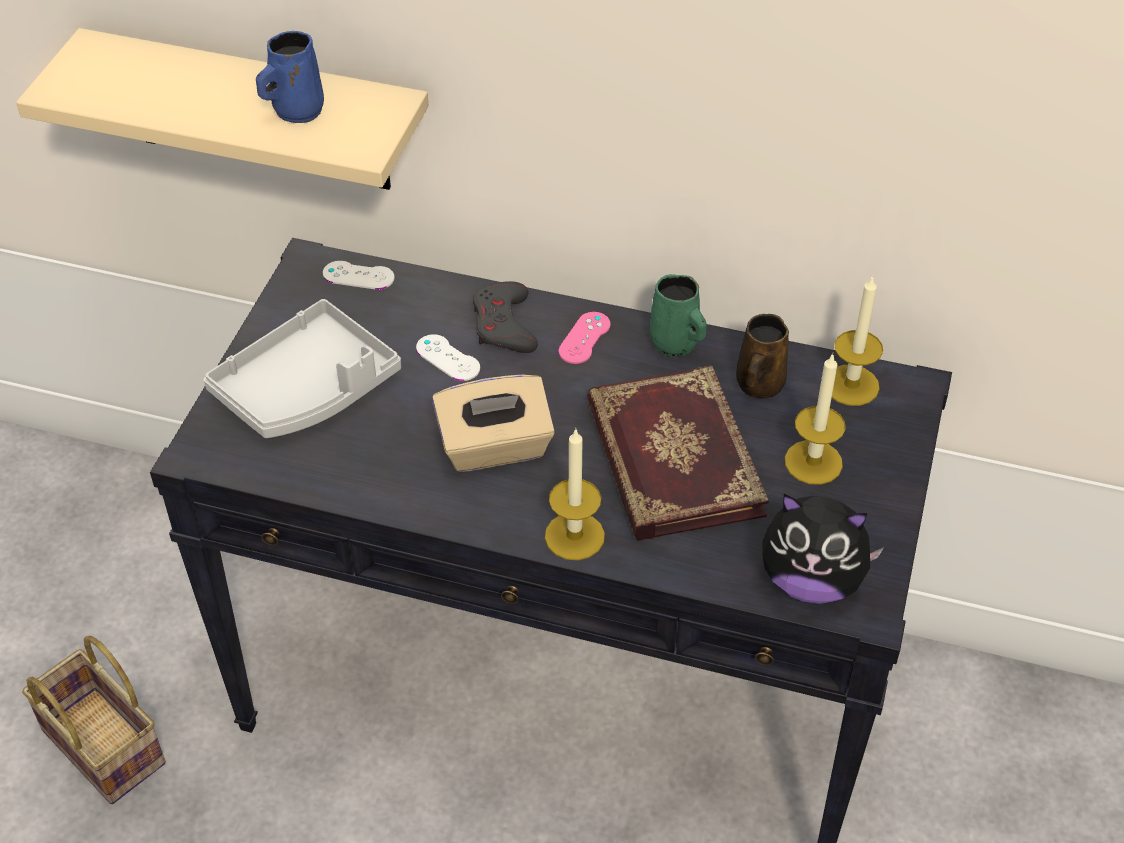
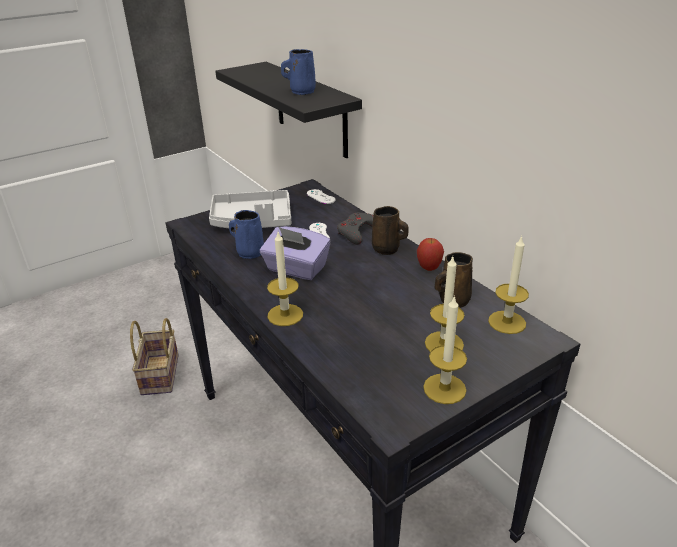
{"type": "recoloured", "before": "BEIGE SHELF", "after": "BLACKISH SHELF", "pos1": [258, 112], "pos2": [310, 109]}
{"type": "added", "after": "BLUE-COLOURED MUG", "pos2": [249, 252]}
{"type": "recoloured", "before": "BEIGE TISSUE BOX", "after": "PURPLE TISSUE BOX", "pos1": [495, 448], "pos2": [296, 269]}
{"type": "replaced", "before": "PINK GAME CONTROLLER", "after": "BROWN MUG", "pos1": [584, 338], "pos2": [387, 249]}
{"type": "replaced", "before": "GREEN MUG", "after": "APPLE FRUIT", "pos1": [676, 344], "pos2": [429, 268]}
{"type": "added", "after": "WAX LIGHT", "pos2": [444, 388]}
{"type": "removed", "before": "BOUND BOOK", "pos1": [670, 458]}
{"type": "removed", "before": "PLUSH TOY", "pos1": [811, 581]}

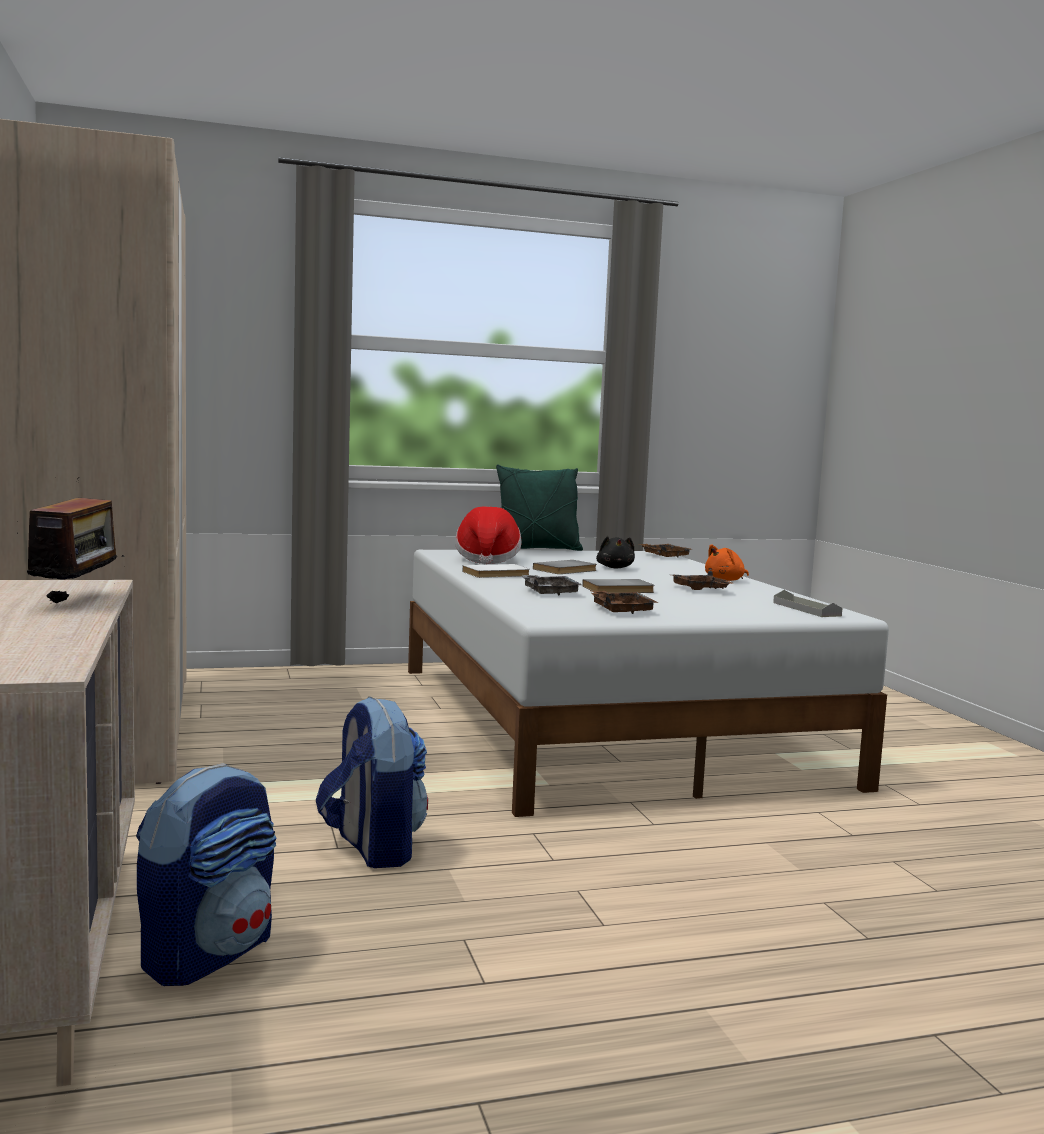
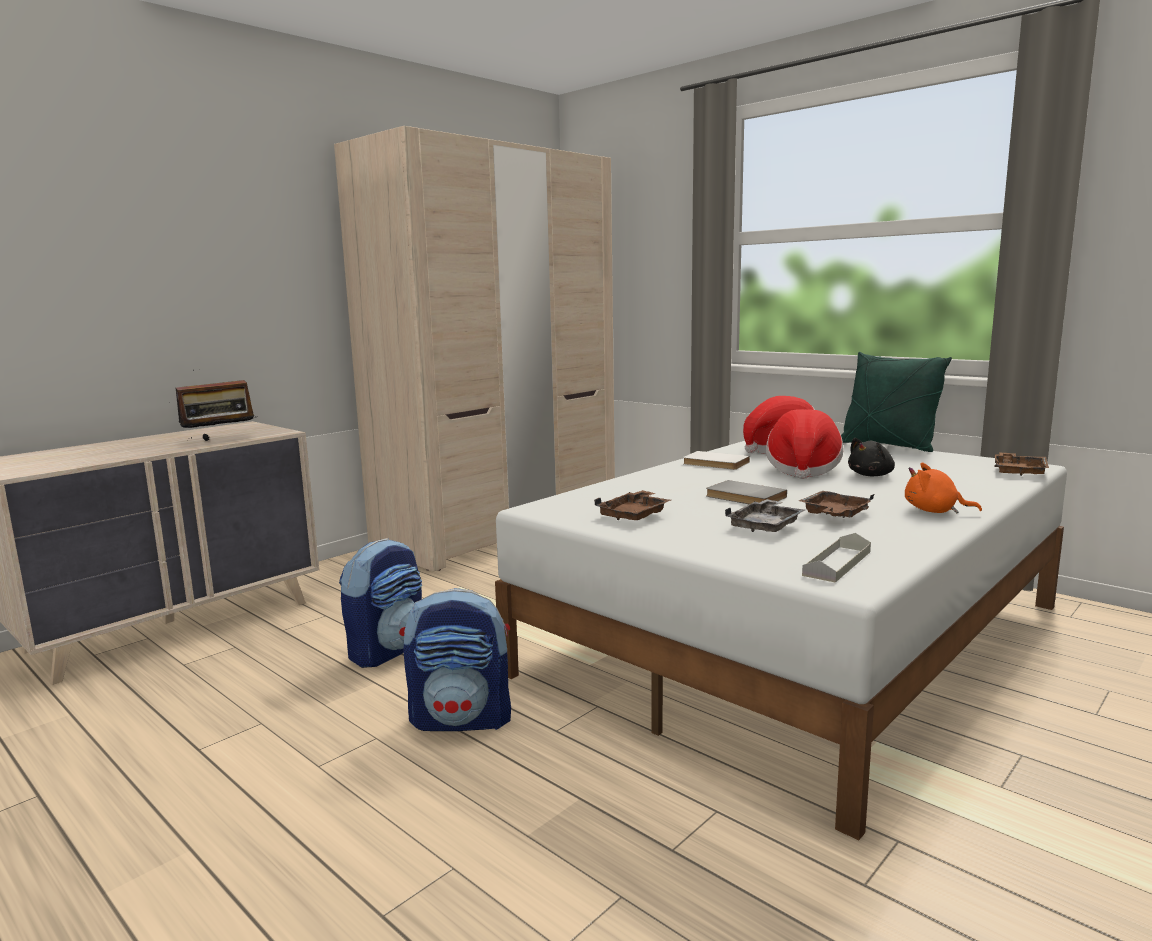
{"type": "moved", "before": "BACKPACK", "pos1": [208, 953], "pos2": [463, 719]}
{"type": "moved", "before": "GRAY TRAY", "pos1": [549, 592], "pos2": [766, 526]}
{"type": "replaced", "before": "GRAY BOUND BOOK", "after": "HAT", "pos1": [566, 570], "pos2": [802, 470]}

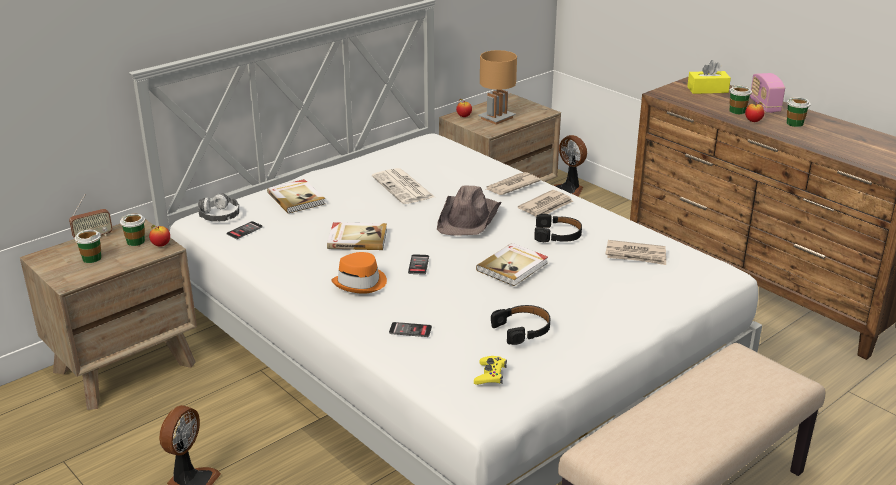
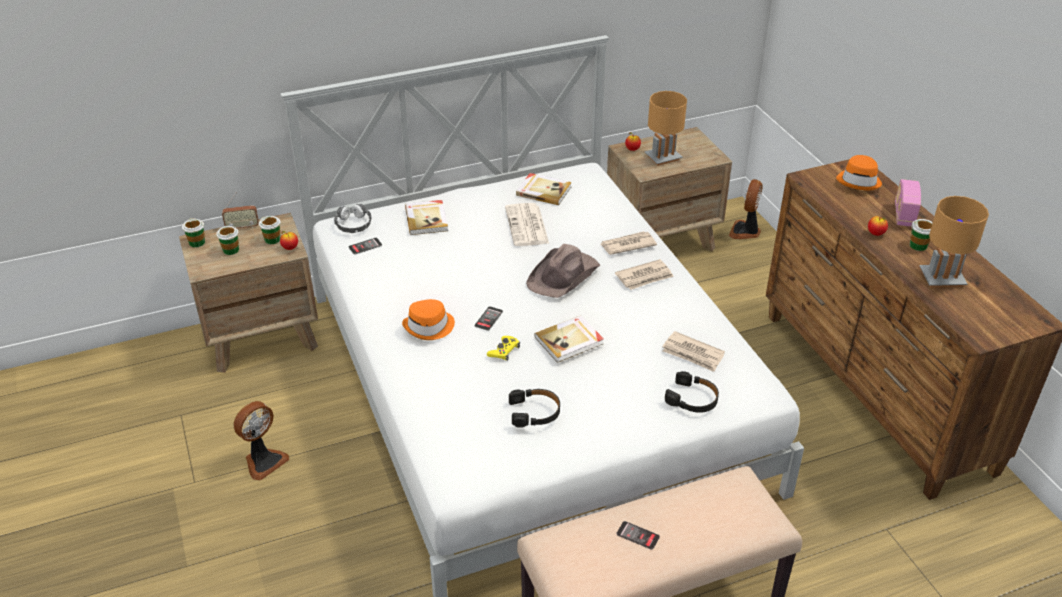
{"type": "moved", "before": "CUP", "pos1": [737, 111], "pos2": [197, 243]}
{"type": "moved", "before": "YELLOW-COLOURED GAME CONTROLLER", "pos1": [490, 375], "pos2": [504, 351]}
{"type": "moved", "before": "BOUND BOOK", "pos1": [357, 238], "pos2": [543, 191]}
{"type": "moved", "before": "PHONE", "pos1": [410, 330], "pos2": [638, 535]}
{"type": "moved", "before": "BLACKISH HEADSET", "pos1": [558, 235], "pos2": [692, 399]}
{"type": "turned", "before": "ELECTRIC FAN", "pos1": [569, 190], "pos2": [745, 231], "turn": 45}
{"type": "replaced", "before": "YELLOW-COLOURED TISSUE BOX", "after": "ORANGE-COLOURED HAT", "pos1": [707, 90], "pos2": [859, 181]}
{"type": "added", "after": "BROWN TABLE LAMP", "pos2": [942, 278]}

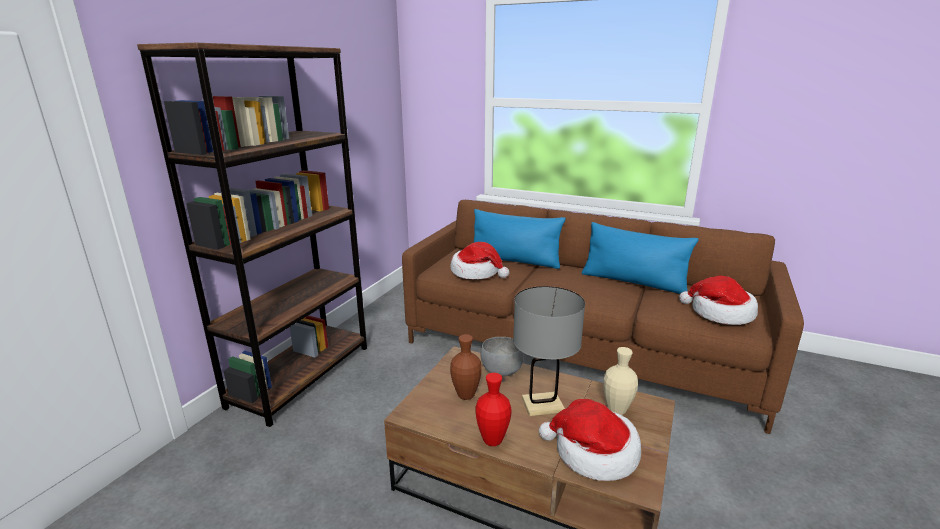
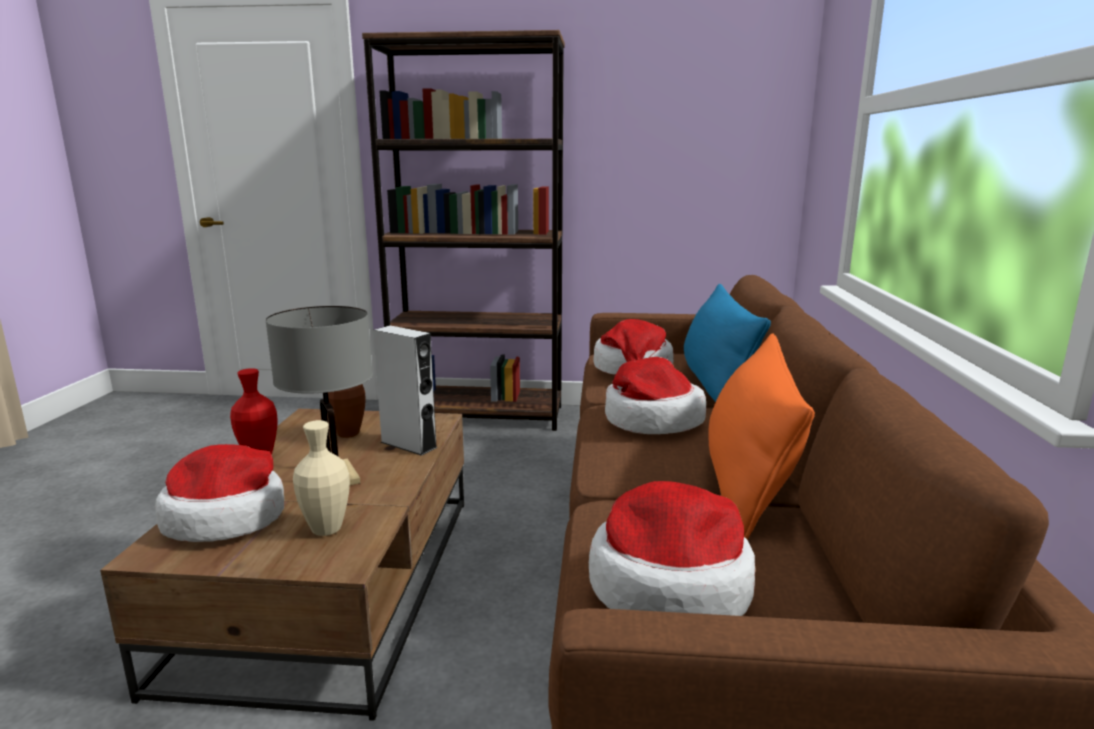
{"type": "replaced", "before": "GRAY SERVING BOWL", "after": "GRAY LOUDSPEAKER", "pos1": [500, 371], "pos2": [408, 445]}
{"type": "added", "after": "HAT", "pos2": [651, 420]}
{"type": "recoloured", "before": "BLUE-COLOURED CUSHION", "after": "ORANGE-COLOURED CUSHION", "pos1": [633, 282], "pos2": [749, 481]}

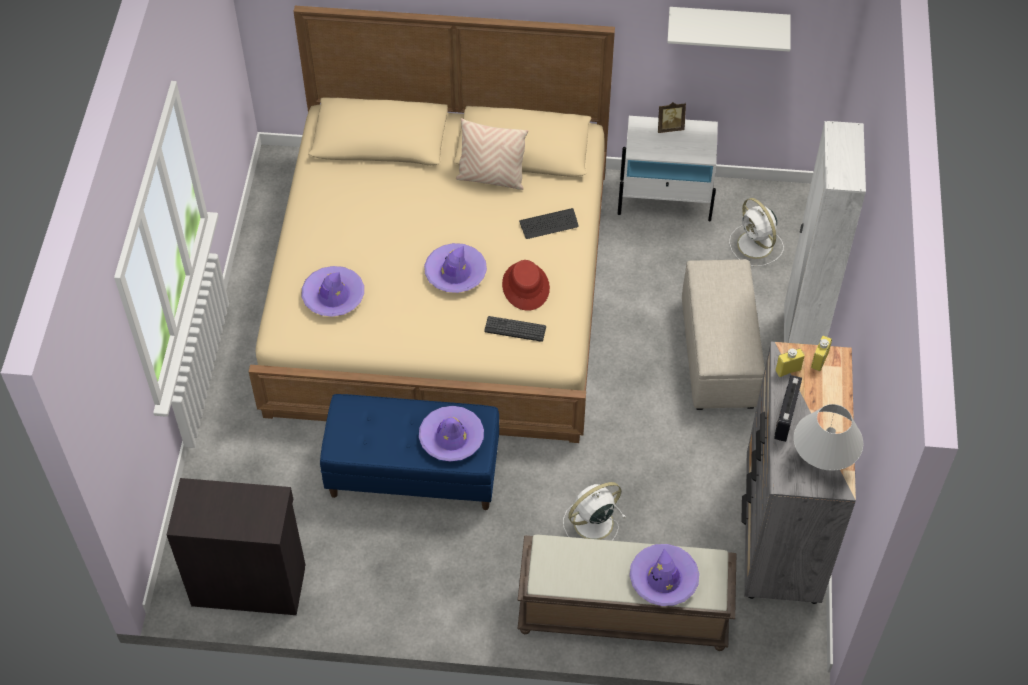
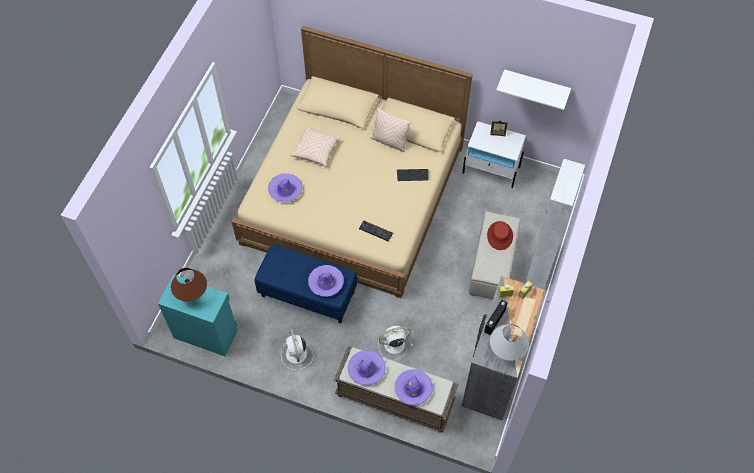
{"type": "recoloured", "before": "BLACKISH CUPBOARD", "after": "BLUE-GREEN CUPBOARD", "pos1": [248, 583], "pos2": [205, 333]}
{"type": "added", "after": "BROWN TABLE LAMP", "pos2": [192, 294]}
{"type": "moved", "before": "WHITE-COLOURED ELECTRIC FAN", "pos1": [756, 246], "pos2": [296, 355]}
{"type": "added", "after": "BEIGE CUSHION", "pos2": [315, 150]}
{"type": "moved", "before": "PURPLE HAT", "pos1": [455, 273], "pos2": [366, 369]}
{"type": "moved", "before": "RED-COLOURED HAT", "pos1": [526, 286], "pos2": [500, 236]}

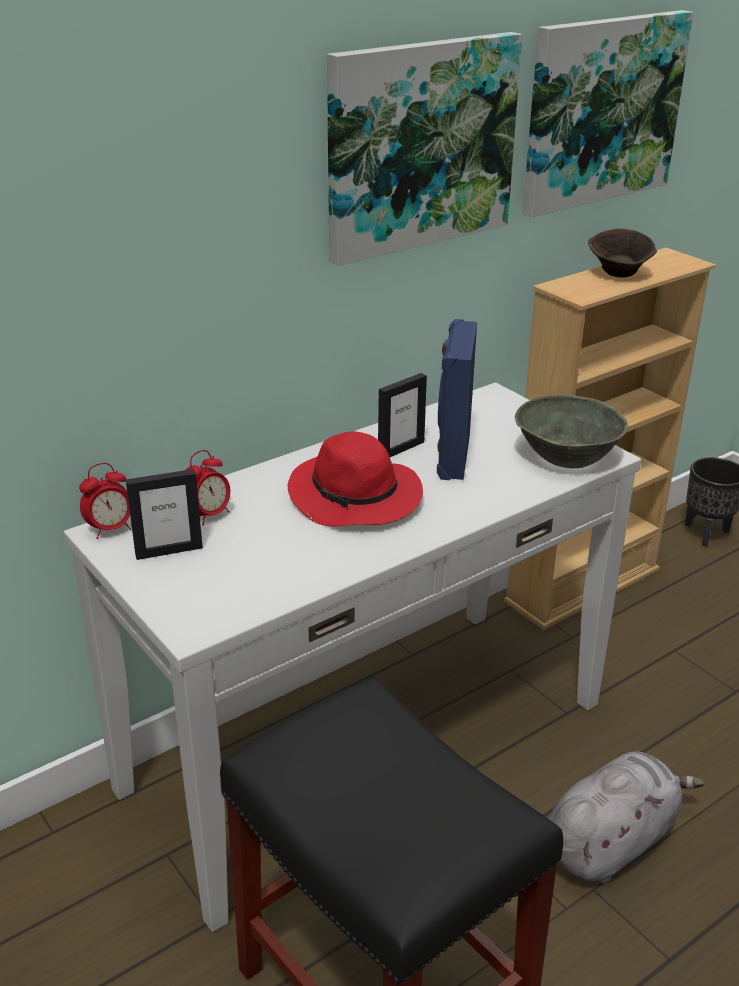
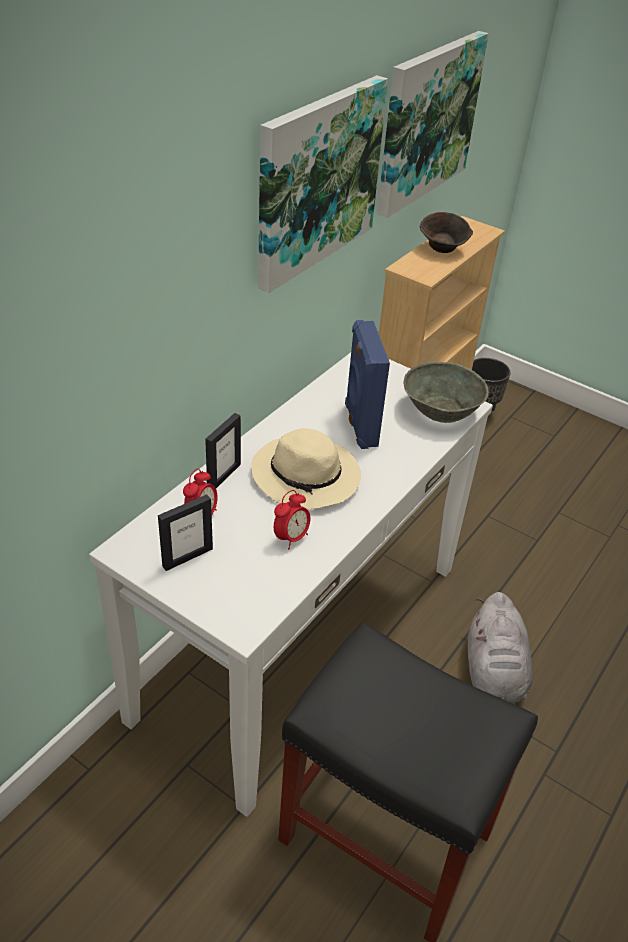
{"type": "moved", "before": "STANDING FRAME", "pos1": [400, 449], "pos2": [223, 476]}
{"type": "recoloured", "before": "RED-COLOURED HAT", "after": "BEIGE HAT", "pos1": [356, 498], "pos2": [307, 478]}
{"type": "moved", "before": "ALARM CLOCK", "pos1": [110, 529], "pos2": [291, 538]}
{"type": "turned", "before": "GRAY PLUSH TOY", "pos1": [611, 841], "pos2": [493, 675], "turn": 150}

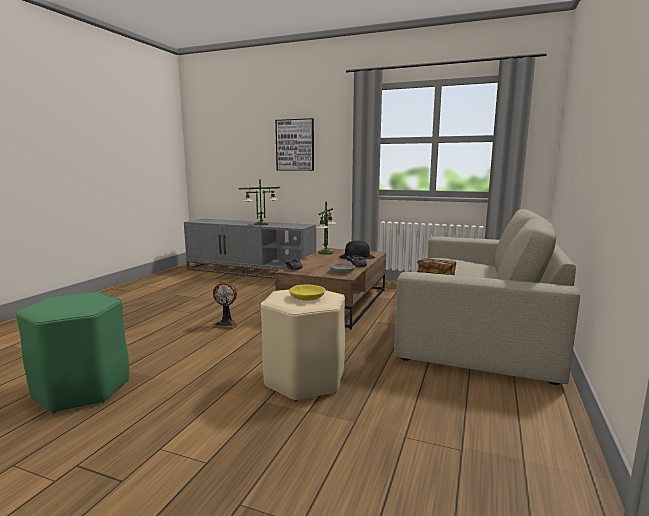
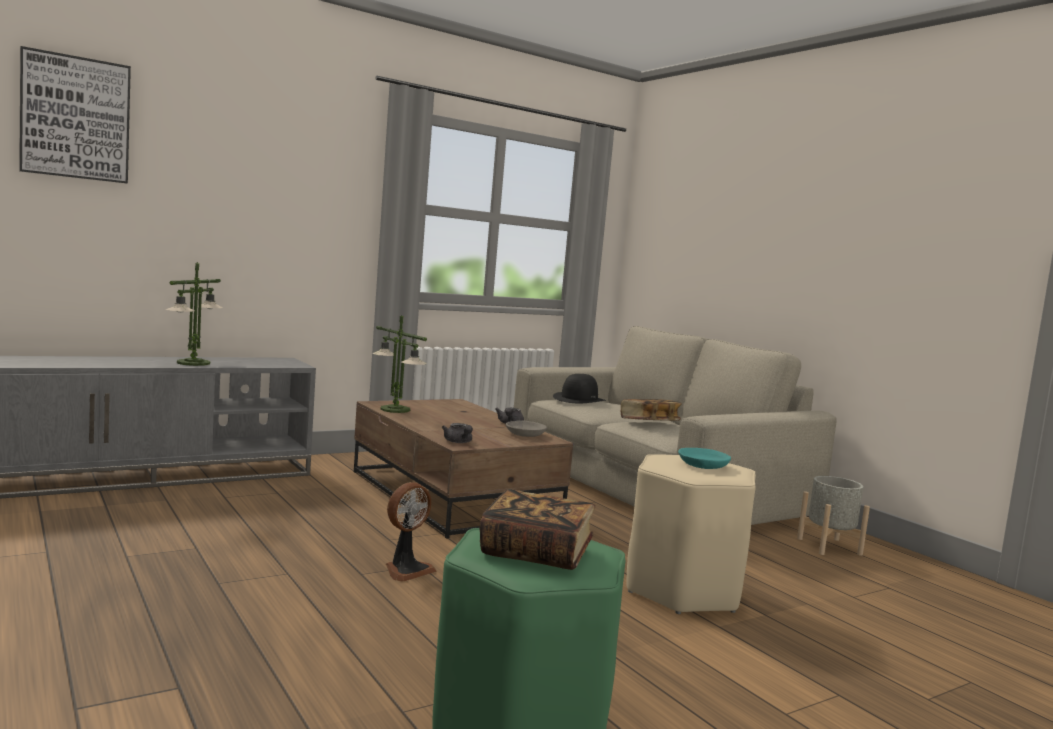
{"type": "moved", "before": "PICTURE", "pos1": [295, 145], "pos2": [75, 118]}
{"type": "added", "after": "BOUND BOOK", "pos2": [536, 553]}
{"type": "moved", "before": "BLACKISH HAT", "pos1": [357, 257], "pos2": [579, 399]}
{"type": "recoloured", "before": "YELLOW-COLOURED SERVING BOWL", "after": "BLUE-GREEN SERVING BOWL", "pos1": [306, 297], "pos2": [702, 465]}
{"type": "added", "after": "GRAY FLOWER POT", "pos2": [829, 546]}

